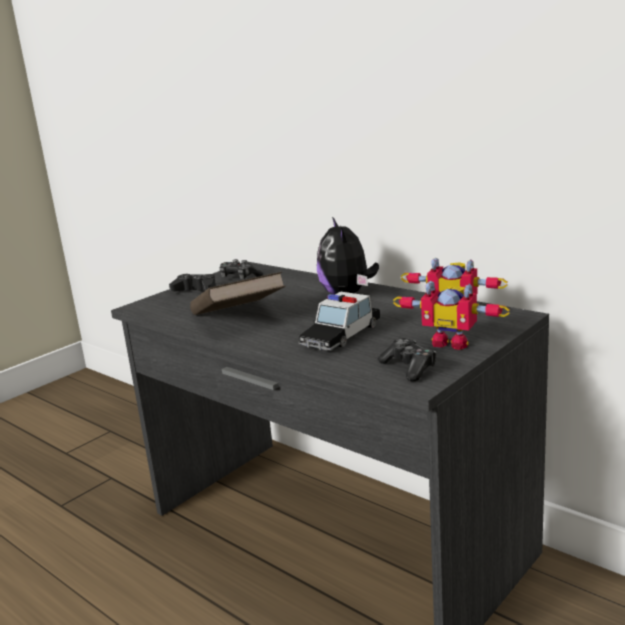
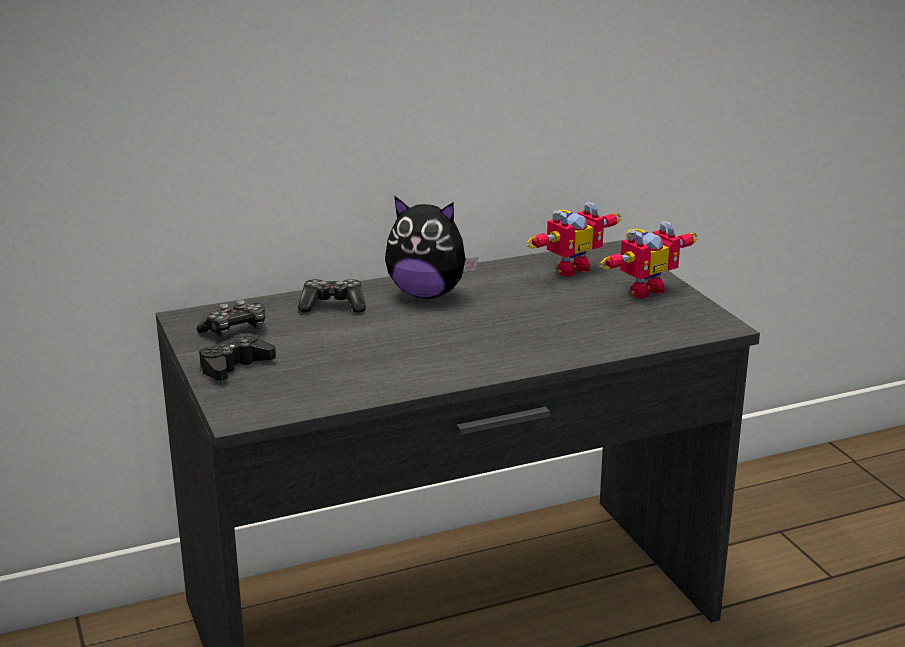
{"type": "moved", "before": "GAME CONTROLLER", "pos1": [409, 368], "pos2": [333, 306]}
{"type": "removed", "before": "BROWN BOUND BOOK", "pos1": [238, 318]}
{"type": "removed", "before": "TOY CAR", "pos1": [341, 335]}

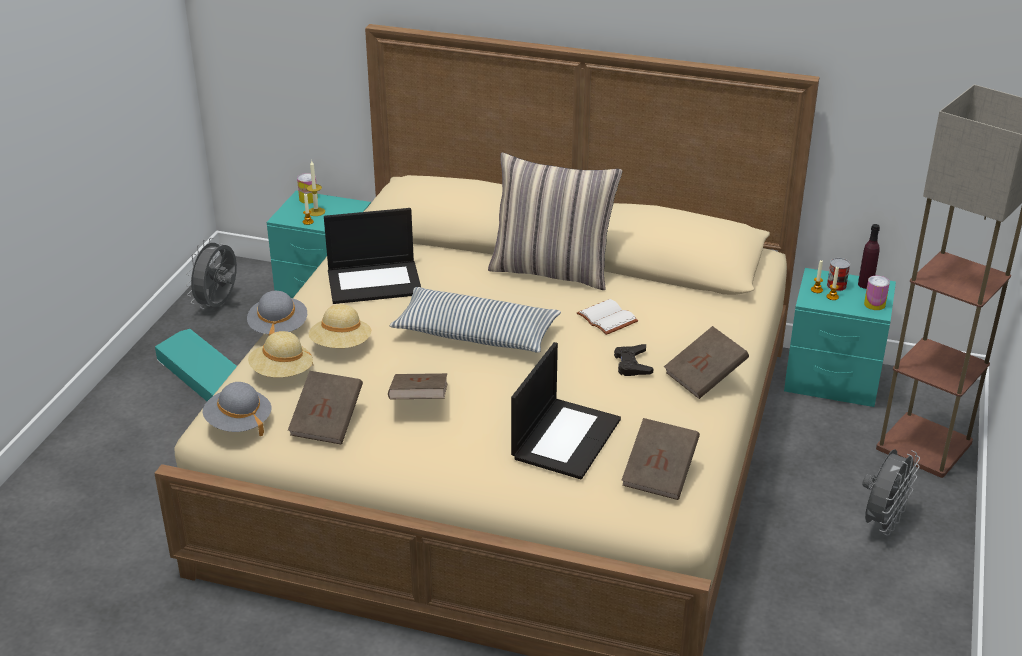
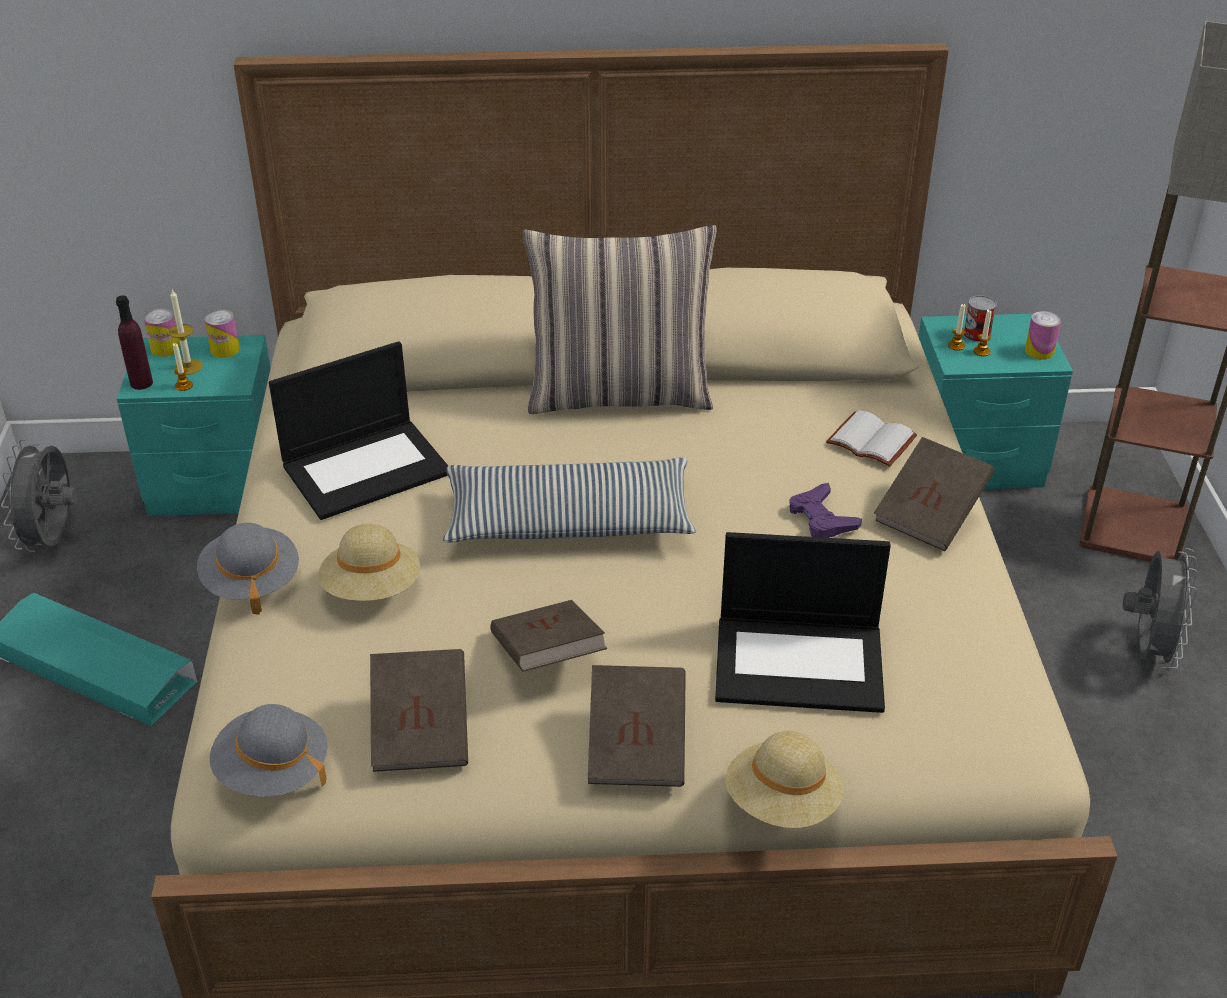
{"type": "moved", "before": "PURPLE BOTTLE", "pos1": [865, 284], "pos2": [141, 383]}
{"type": "added", "after": "METAL CAN", "pos2": [225, 349]}
{"type": "moved", "before": "BROWN BOUND BOOK", "pos1": [659, 474], "pos2": [637, 747]}
{"type": "turned", "before": "PORTABLE COMPUTER", "pos1": [565, 437], "pos2": [801, 663], "turn": 90}
{"type": "moved", "before": "BEIGE HAT", "pos1": [282, 373], "pos2": [782, 803]}
{"type": "recoloured", "before": "BLACKISH GAME CONTROLLER", "after": "PURPLE GAME CONTROLLER", "pos1": [632, 364], "pos2": [821, 518]}
{"type": "moved", "before": "WHITE-COLOURED BOUND BOOK", "pos1": [605, 318], "pos2": [869, 442]}

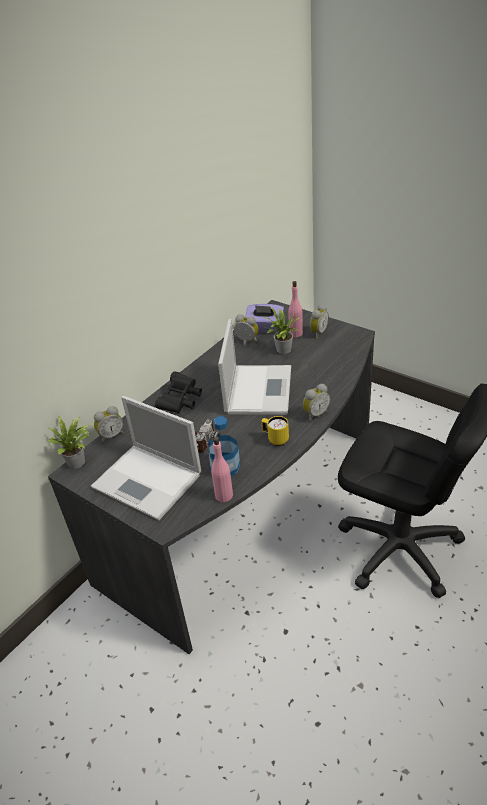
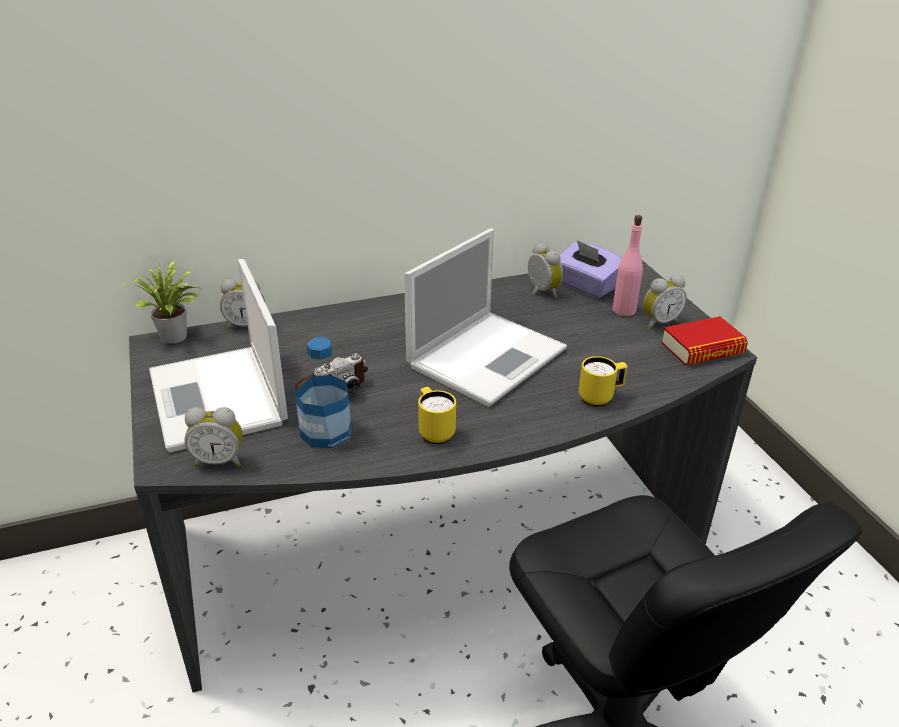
{"type": "moved", "before": "ALARM CLOCK", "pos1": [315, 414], "pos2": [219, 460]}
{"type": "added", "after": "YELLOW-COLOURED MUG", "pos2": [600, 397]}
{"type": "added", "after": "BOUND BOOK", "pos2": [702, 348]}
{"type": "removed", "before": "BLACKISH FIELD GLASSES", "pos1": [181, 401]}
{"type": "removed", "before": "PINK BOTTLE", "pos1": [224, 495]}
{"type": "removed", "before": "HOUSEPLANT", "pos1": [282, 350]}

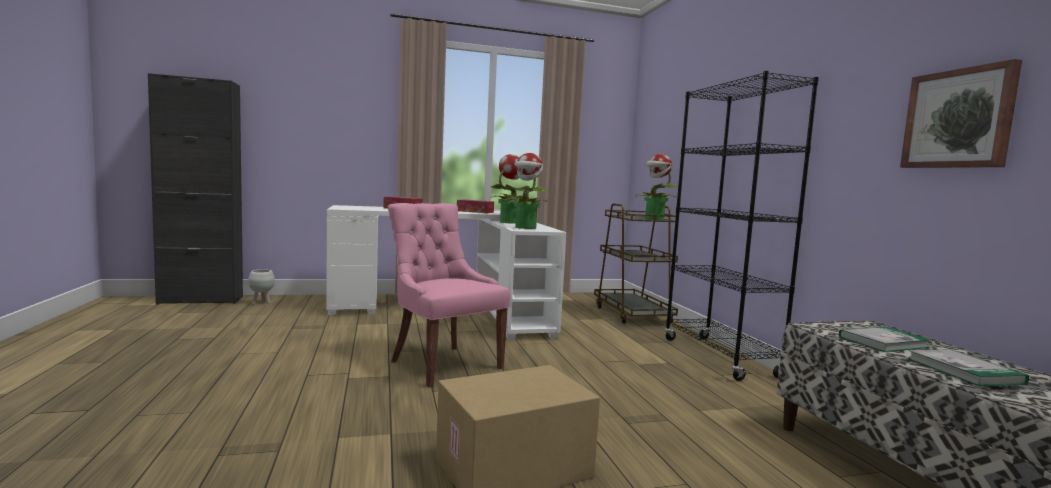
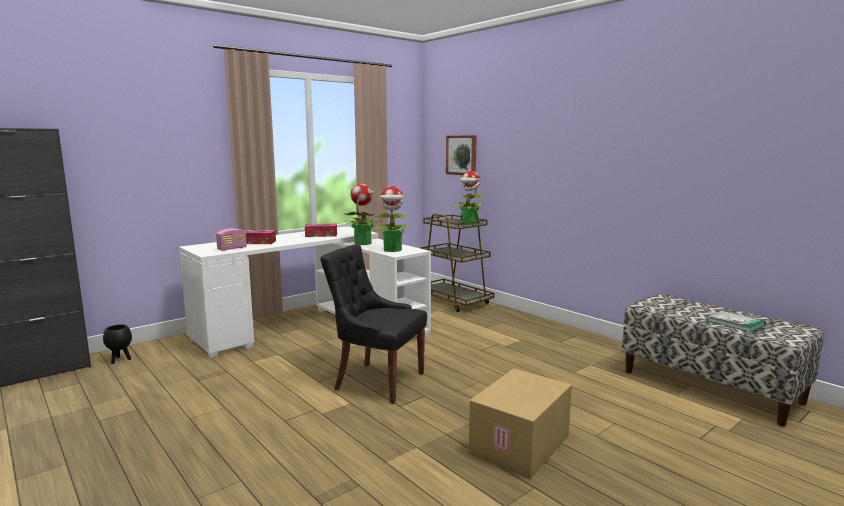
{"type": "recoloured", "before": "WHITE-COLOURED FLOWER POT", "after": "BLACKISH FLOWER POT", "pos1": [262, 303], "pos2": [120, 360]}
{"type": "added", "after": "RADIO RECEIVER", "pos2": [232, 249]}
{"type": "recoloured", "before": "PINK CHAIR", "after": "BLACKISH CHAIR", "pos1": [443, 364], "pos2": [377, 381]}
{"type": "moved", "before": "PICTURE", "pos1": [958, 119], "pos2": [462, 155]}
{"type": "removed", "before": "BLACKISH BOOKSHELF", "pos1": [719, 357]}
{"type": "removed", "before": "BOUND BOOK", "pos1": [883, 342]}

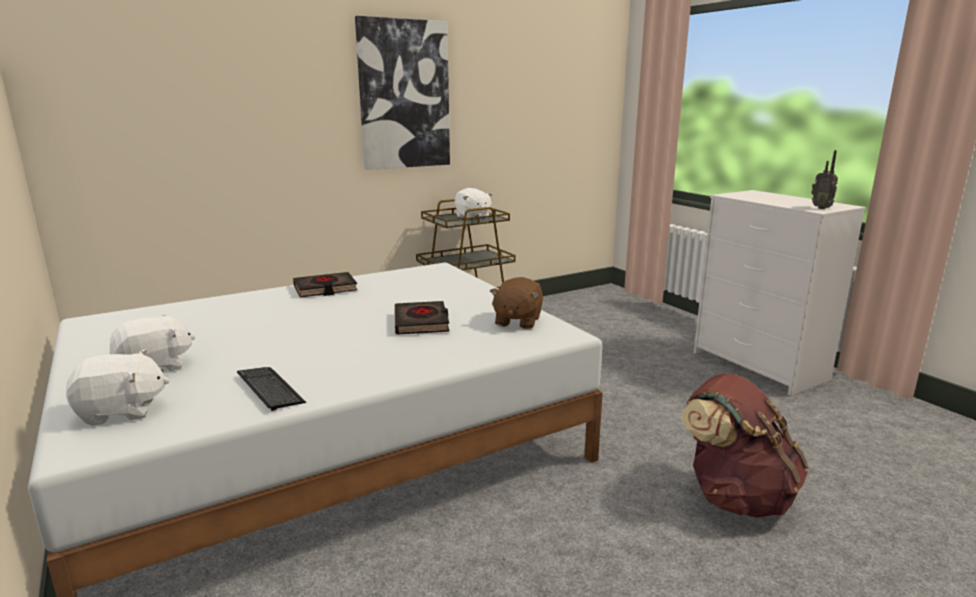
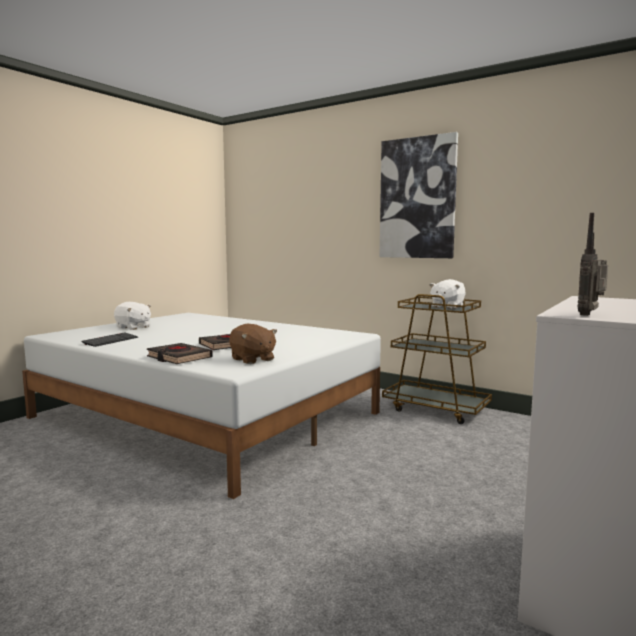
{"type": "moved", "before": "BLACKISH BOUND BOOK", "pos1": [325, 289], "pos2": [179, 358]}
{"type": "turned", "before": "BROWN PLUSH TOY", "pos1": [517, 321], "pos2": [252, 359], "turn": -120}
{"type": "removed", "before": "WHITE-COLOURED PLUSH TOY", "pos1": [122, 411]}
{"type": "removed", "before": "BROWN BACKPACK", "pos1": [735, 496]}

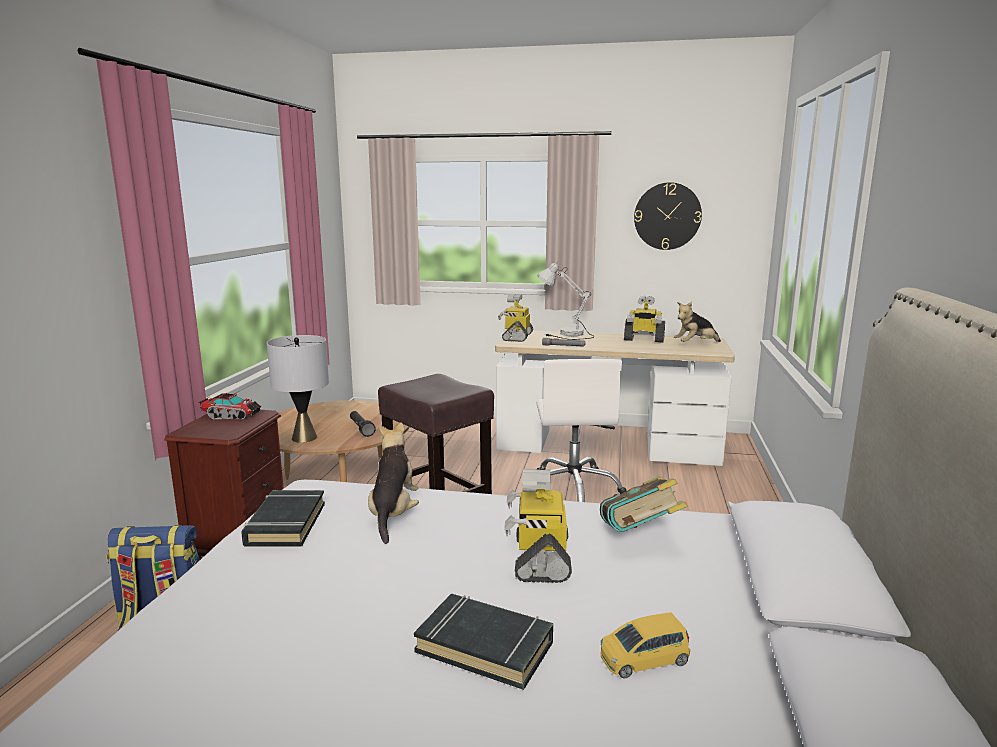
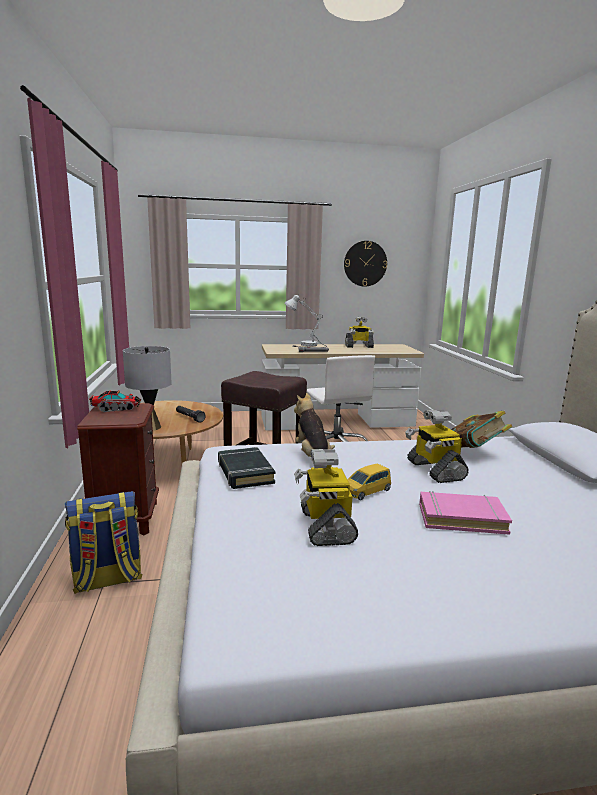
{"type": "moved", "before": "ROBOT FIGURE", "pos1": [516, 337], "pos2": [325, 526]}
{"type": "moved", "before": "YELLOW-COLOURED TOY CAR", "pos1": [643, 660], "pos2": [366, 491]}
{"type": "recoloured", "before": "BLACKISH BOUND BOOK", "after": "PINK BOUND BOOK", "pos1": [485, 646], "pos2": [461, 518]}
{"type": "removed", "before": "PLUSH TOY", "pos1": [695, 344]}

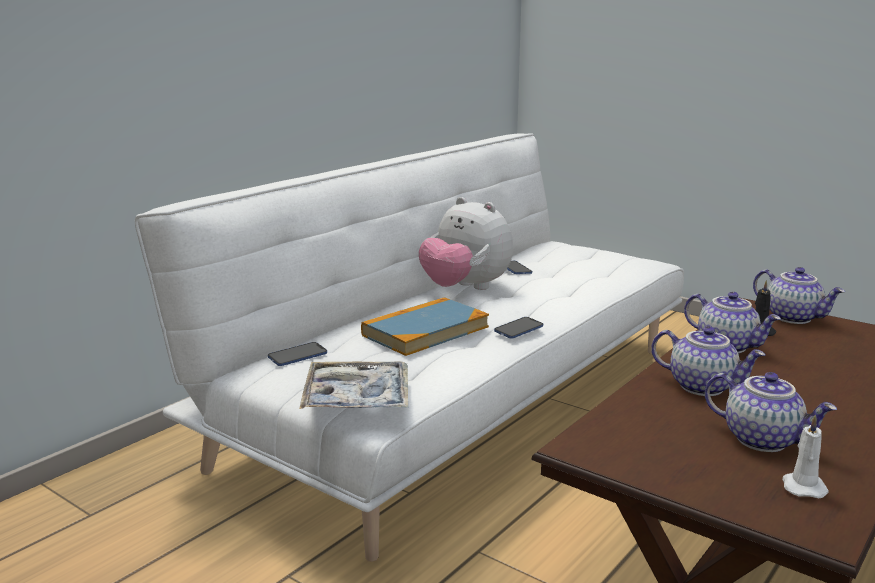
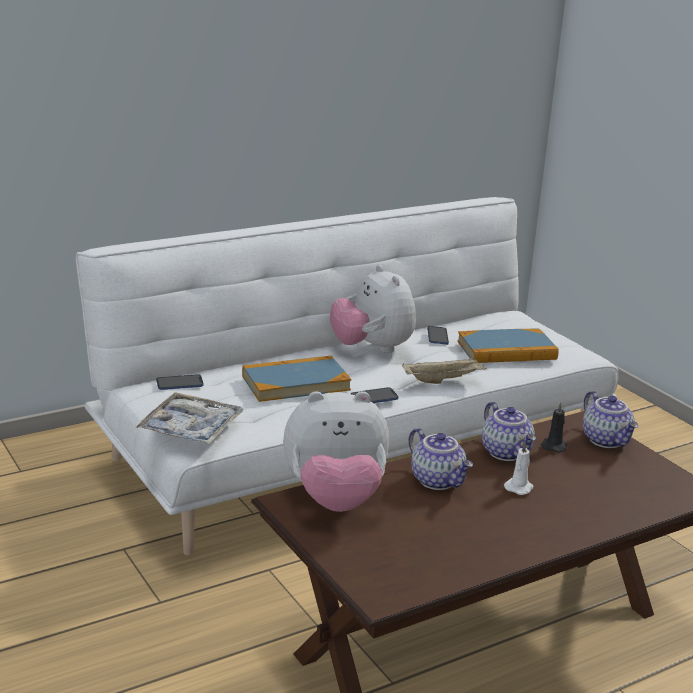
{"type": "added", "after": "PLUSH TOY", "pos2": [335, 499]}
{"type": "added", "after": "BEIGE TRAY", "pos2": [443, 380]}
{"type": "added", "after": "BOUND BOOK", "pos2": [506, 350]}
{"type": "moved", "before": "WHITE-COLOURED WAX LIGHT", "pos1": [802, 486], "pos2": [519, 487]}
{"type": "removed", "before": "POT FOR TEA", "pos1": [763, 439]}

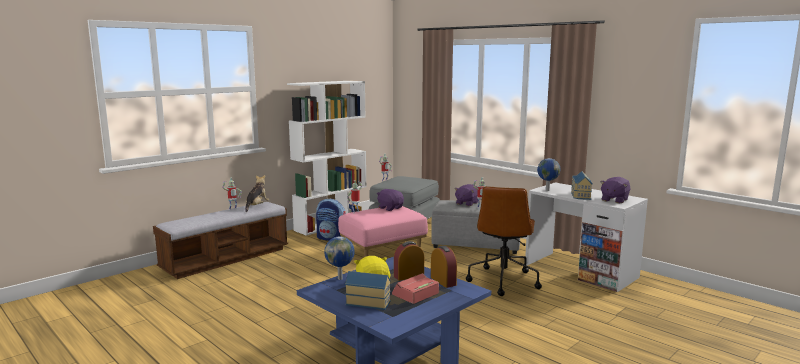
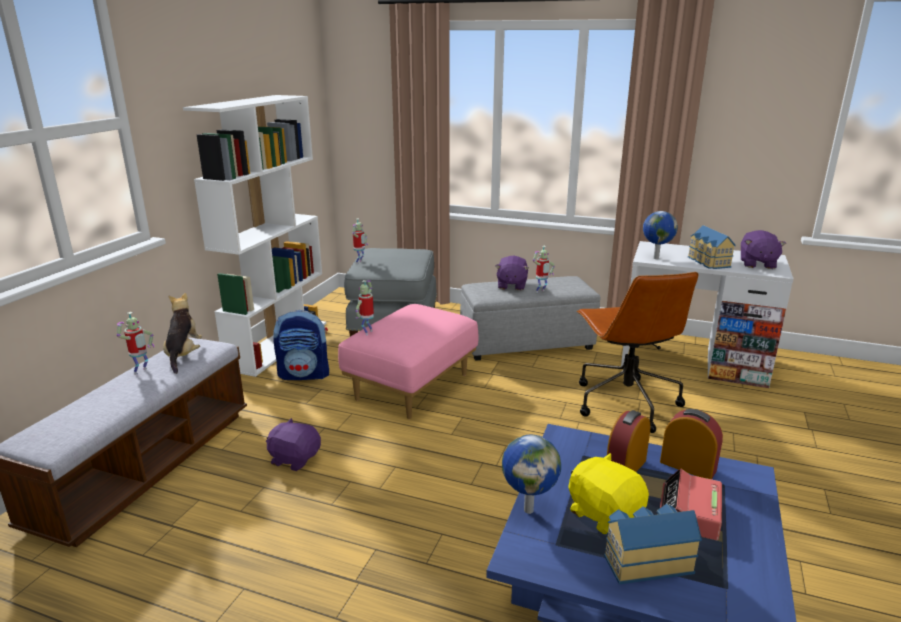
{"type": "moved", "before": "PURPLE PLUSH TOY", "pos1": [390, 208], "pos2": [295, 459]}

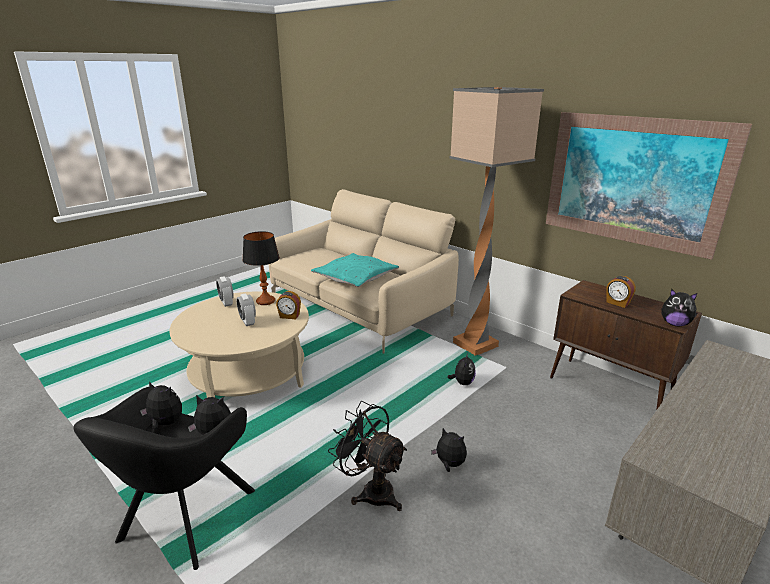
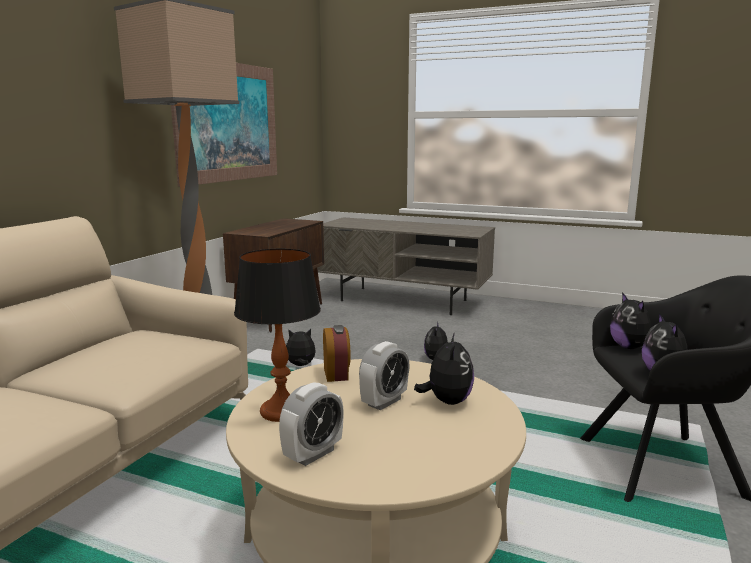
{"type": "moved", "before": "PLUSH TOY", "pos1": [674, 324], "pos2": [447, 401]}
{"type": "removed", "before": "BLUE-GREEN CUSHION", "pos1": [355, 277]}
{"type": "removed", "before": "BLACKISH ELECTRIC FAN", "pos1": [371, 490]}
{"type": "removed", "before": "ALARM CLOCK", "pos1": [617, 303]}

